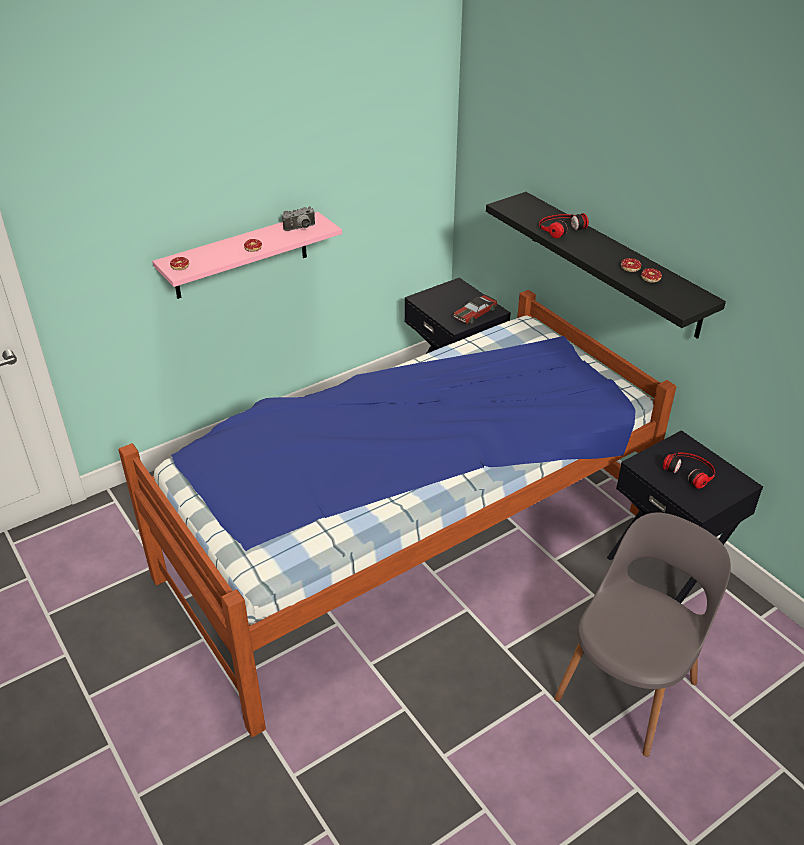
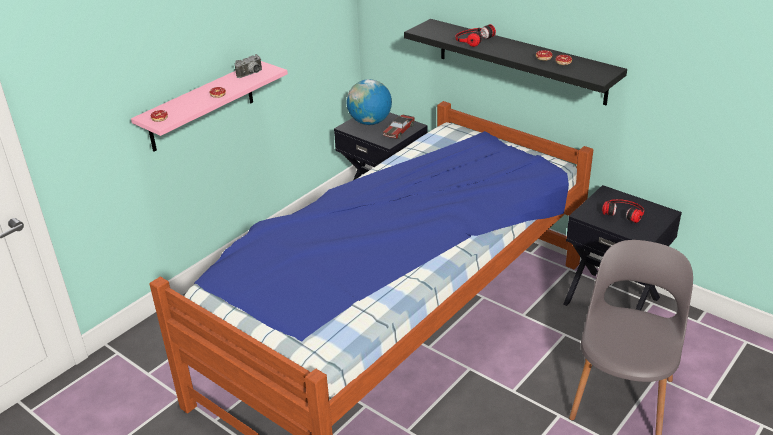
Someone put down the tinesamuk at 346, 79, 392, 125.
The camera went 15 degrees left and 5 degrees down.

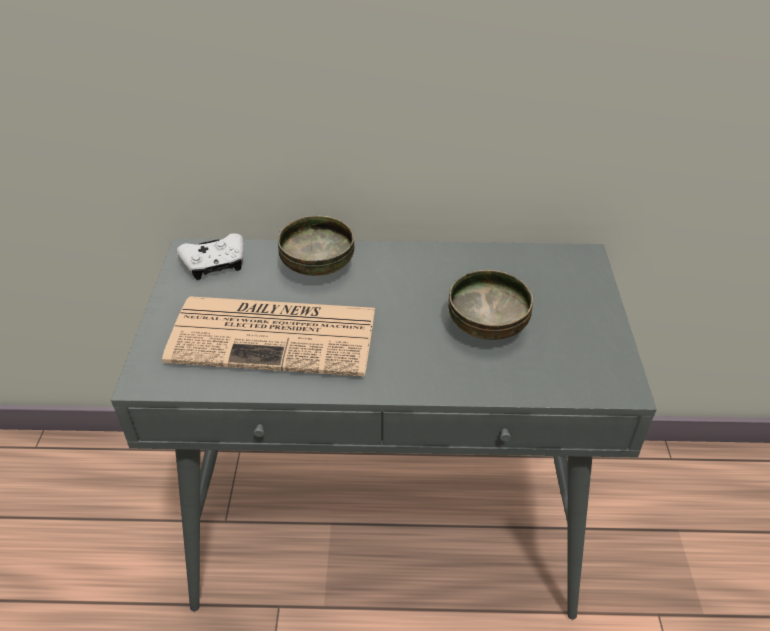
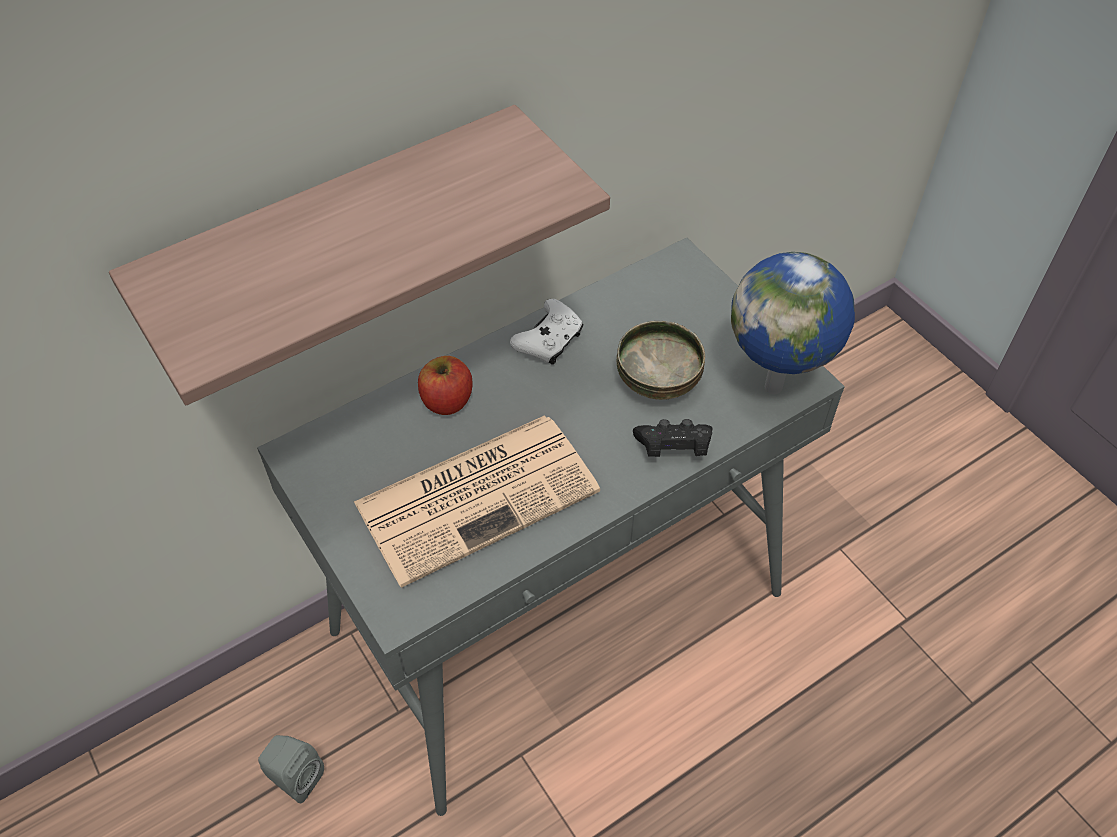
Someone put up the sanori at 109, 105, 610, 405.
Someone put down the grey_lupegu at 258, 735, 324, 803.
Someone put down the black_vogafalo at 633, 419, 712, 457.
Someone put down the tinesamuk at 731, 252, 855, 394.
Someone carried the white_vogafalo from 177, 233, 244, 280 to 510, 299, 584, 365.
Someone swapped the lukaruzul at 278, 216, 354, 276 for the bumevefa at 418, 356, 473, 415.
The camera went 35 degrees left and 10 degrees up.

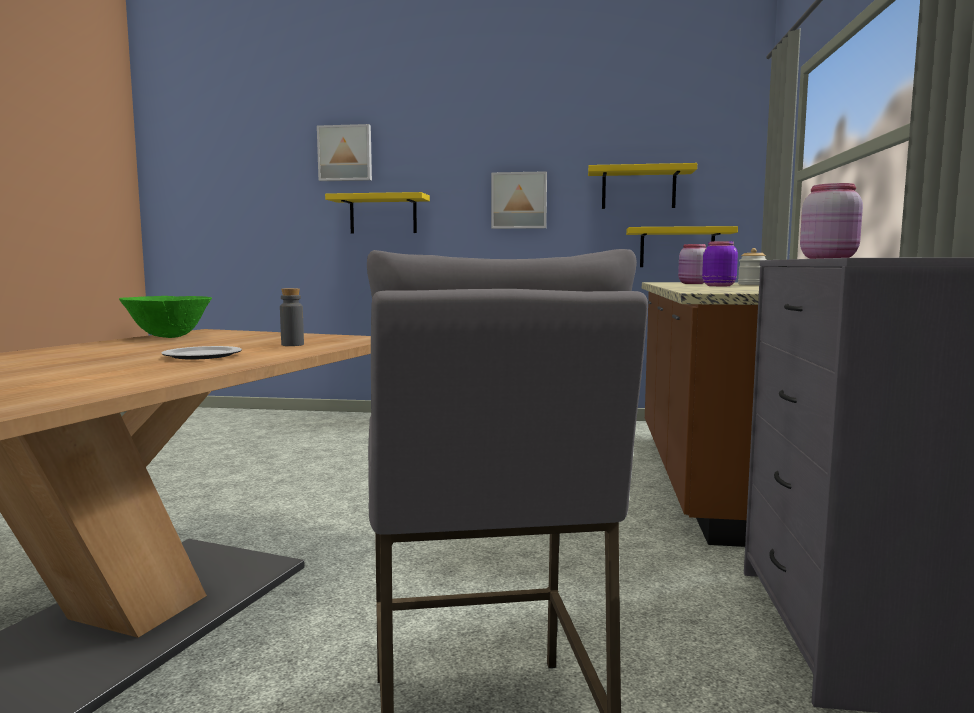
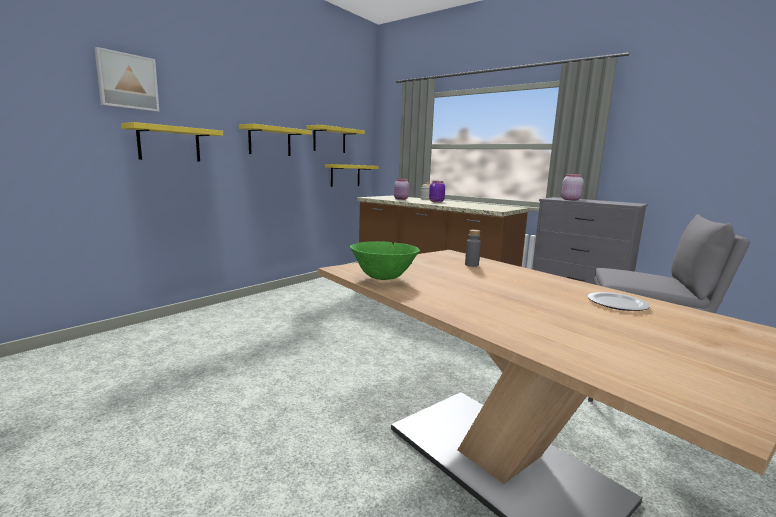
Someone carried the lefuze from 162, 346, 242, 360 to 588, 292, 650, 311.
Someone swapped the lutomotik at 491, 171, 547, 229 for the yellow_sanori at 239, 124, 312, 156.
The camera went 60 degrees left and 5 degrees up.

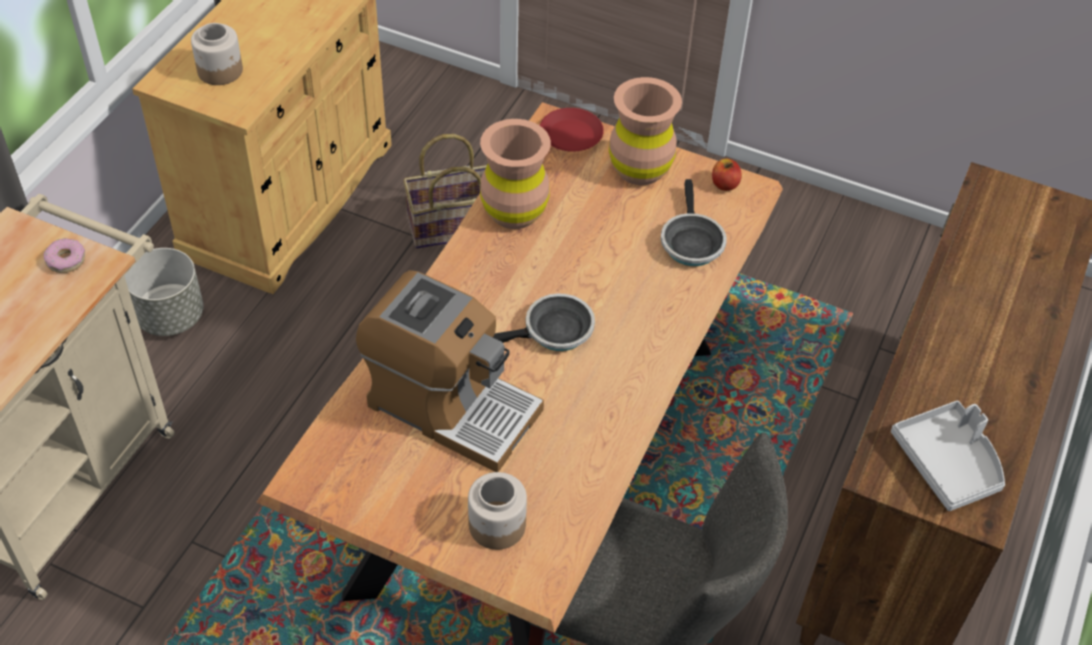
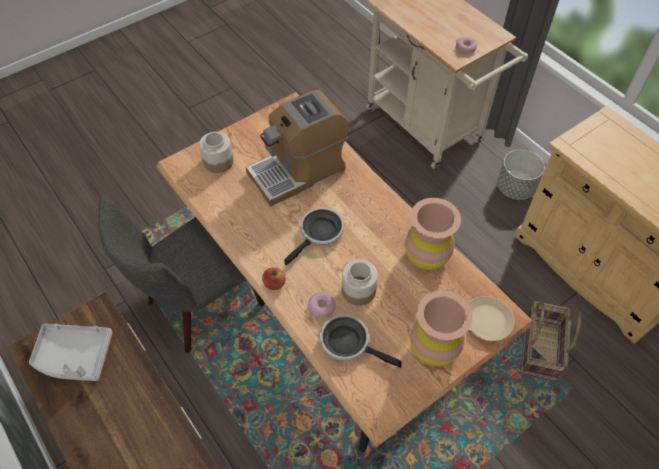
Someone put down the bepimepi at 308, 292, 336, 318.
Someone carried the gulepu from 191, 23, 243, 85 to 342, 259, 378, 306.
Someone carried the bumevefa from 712, 159, 742, 191 to 262, 268, 286, 290.
Someone repainted the red_lefuze at 540, 108, 604, 152, which became the beige_lefuze at 468, 296, 514, 341.
Someone rotated the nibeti at 493, 293, 595, 351 by 150 degrees counterclockwise.
The camera went 120 degrees right and 5 degrees up.

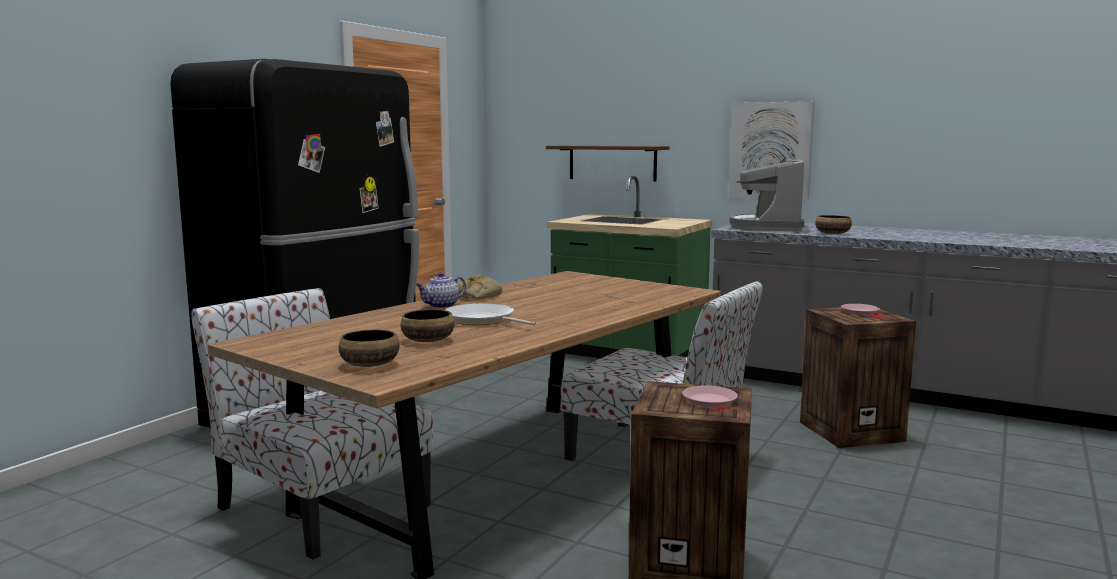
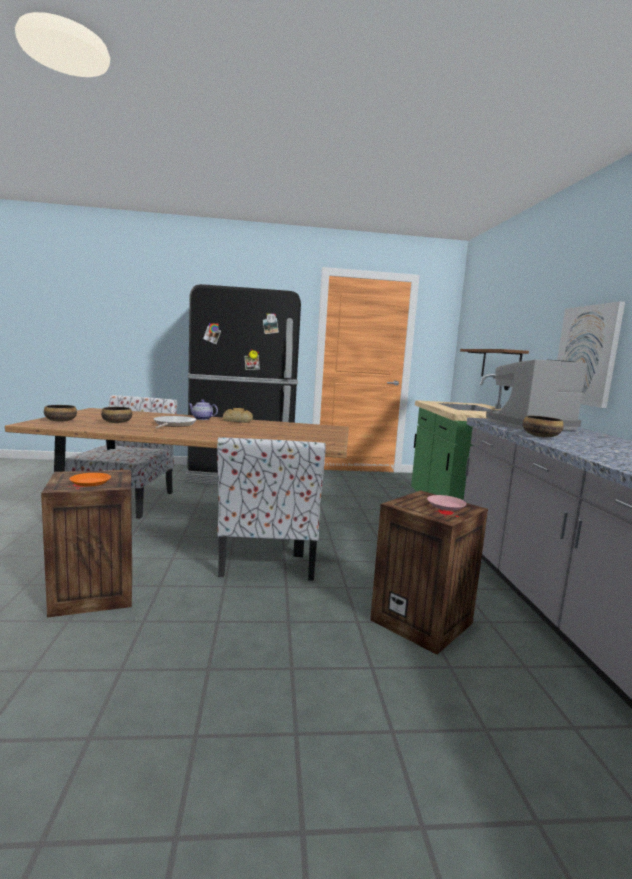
Someone repainted the pink_lefuze at 682, 386, 738, 407, which became the orange_lefuze at 69, 473, 111, 486.
The camera went 55 degrees right and 0 degrees up.

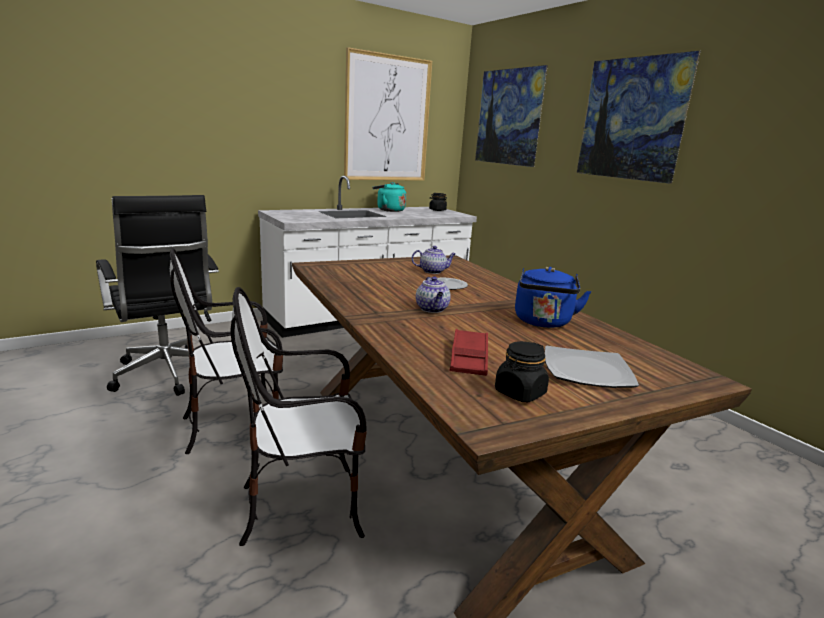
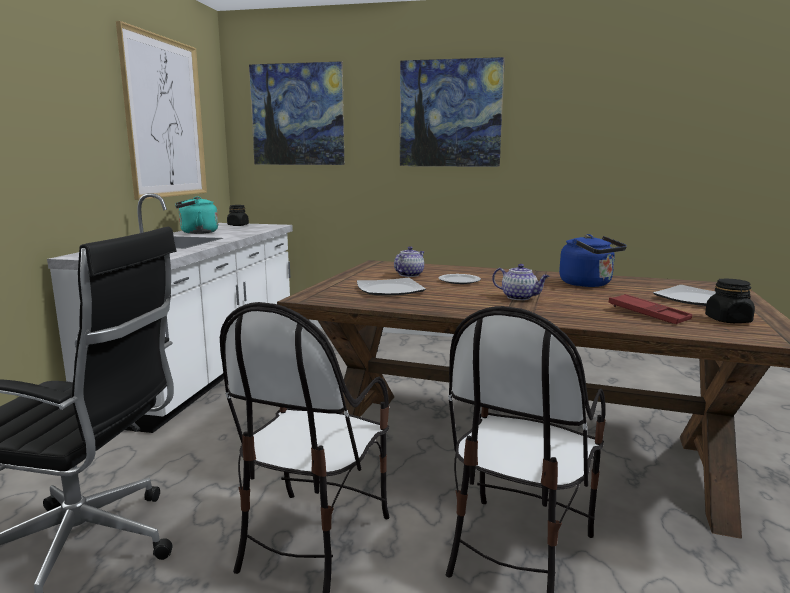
Someone put down the lefuze at 357, 278, 426, 296.
The camera went 45 degrees left and 5 degrees down.

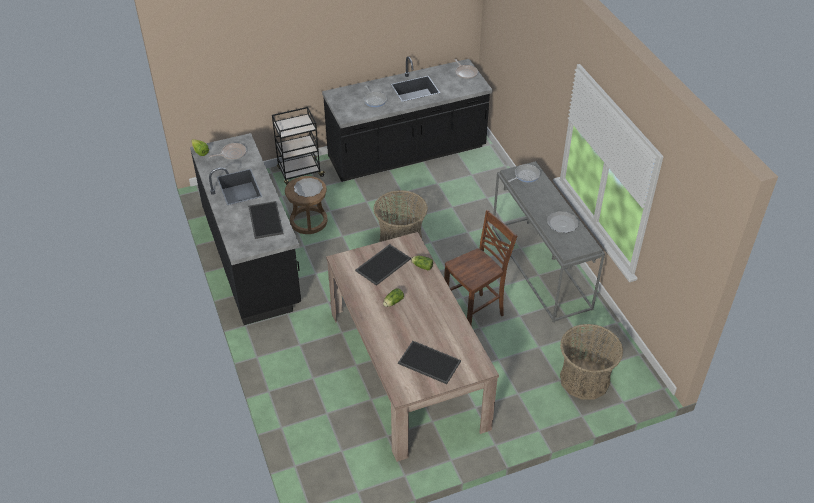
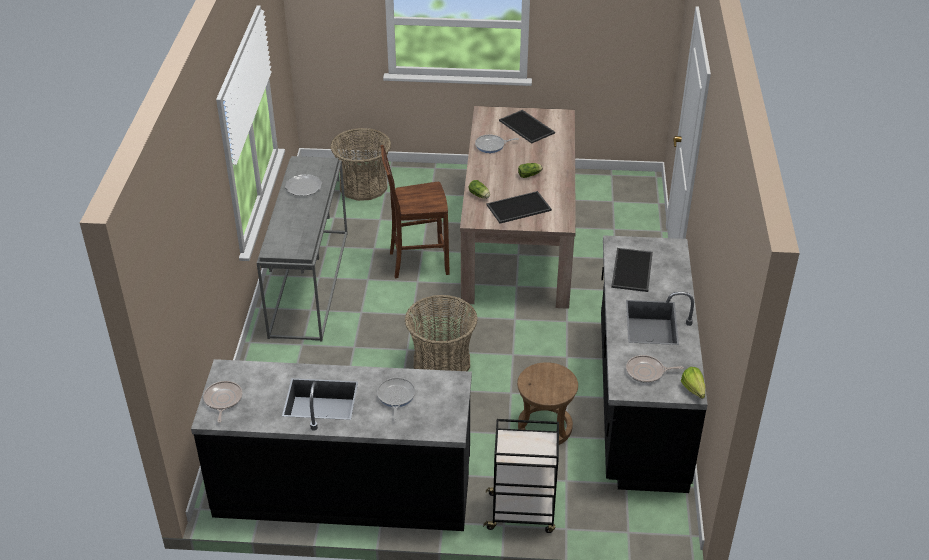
Someone took away the lefuze at 294, 178, 323, 197.
Someone carried the nibeti from 508, 164, 540, 182 to 475, 135, 519, 153.
The camera went 155 degrees left and 5 degrees down.

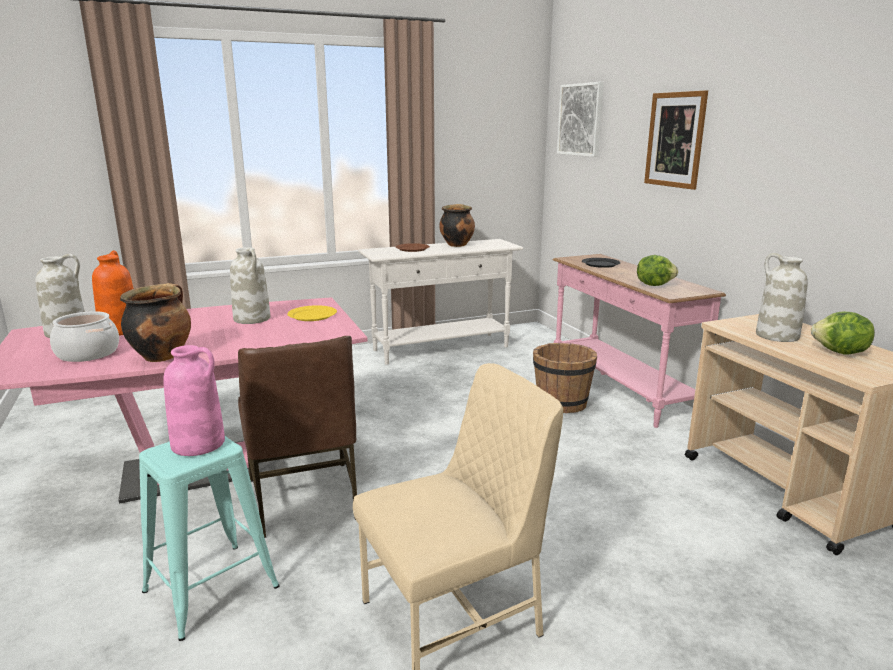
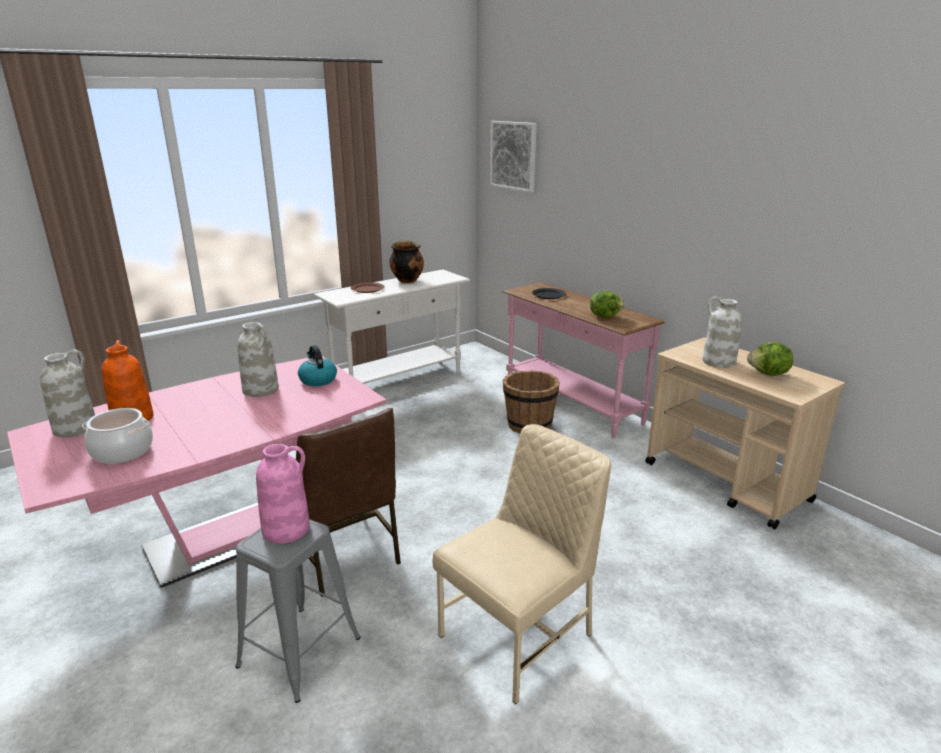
Someone took away the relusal at 120, 283, 191, 362.
Someone took away the lutomotik at 644, 90, 708, 190.
Someone swapped the yellow_lefuze at 287, 305, 337, 321 for the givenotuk at 298, 345, 337, 386.
Someone repainted the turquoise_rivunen at 139, 436, 280, 641, which became the grey_rivunen at 235, 519, 360, 703.
The camera went 15 degrees left and 5 degrees up.

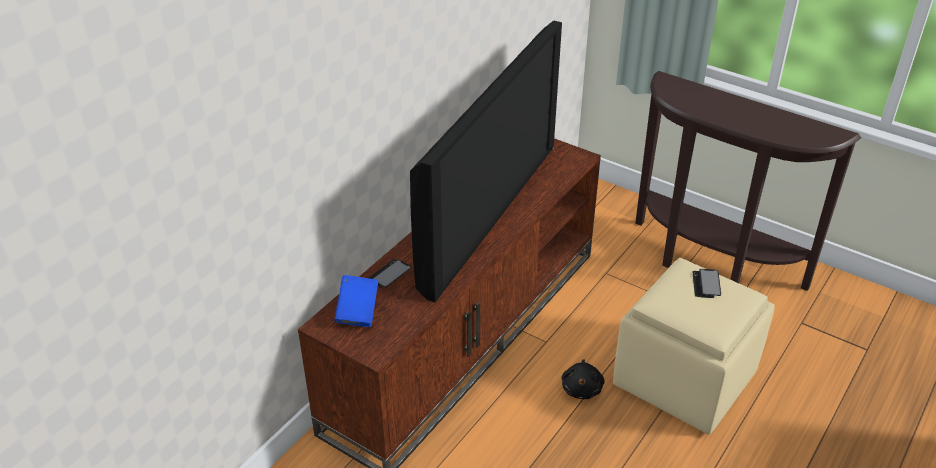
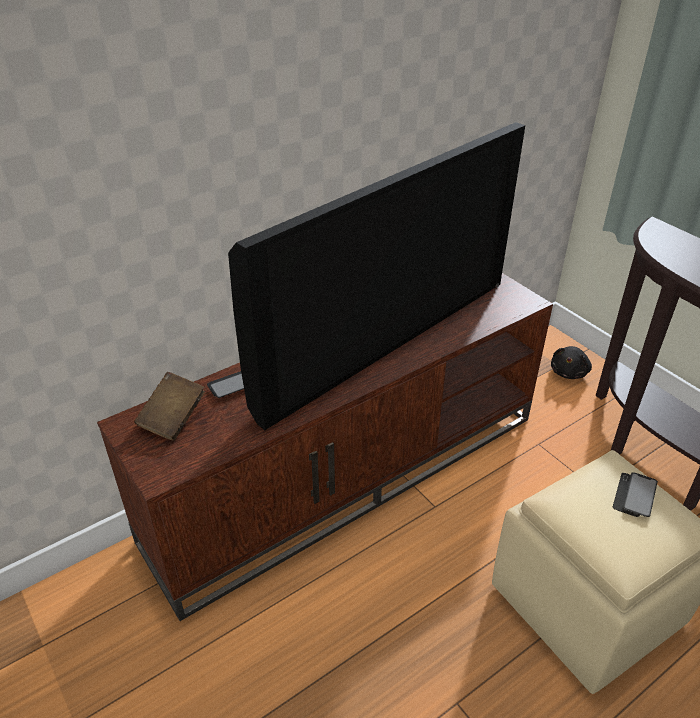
Someone carried the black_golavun from 561, 359, 605, 399 to 551, 346, 592, 379.
Someone repainted the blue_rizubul at 334, 275, 378, 327, which became the brown_rizubul at 134, 372, 205, 441.
The camera went 20 degrees right and 0 degrees up.

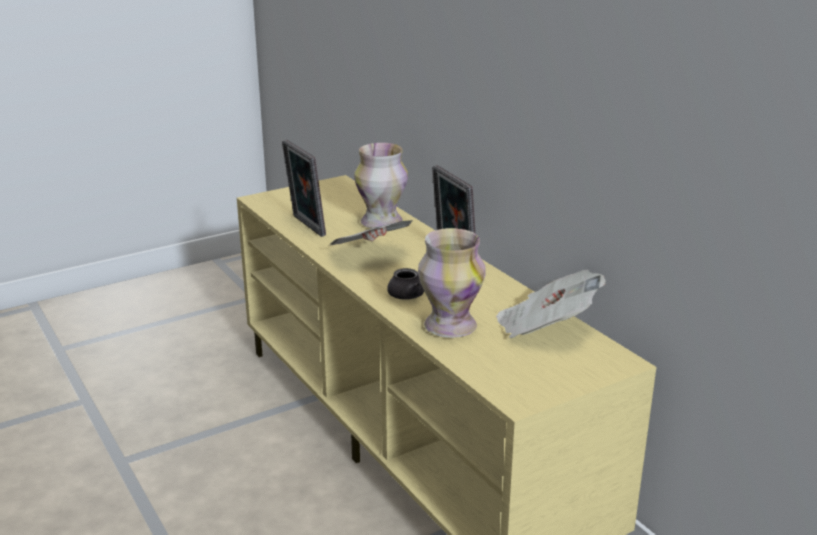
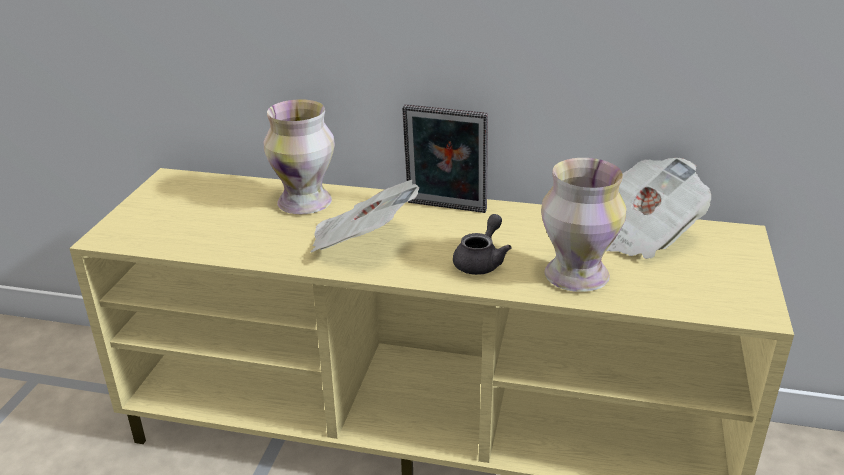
Someone took away the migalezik at 282, 140, 326, 237.
The camera went 45 degrees left and 5 degrees up.

